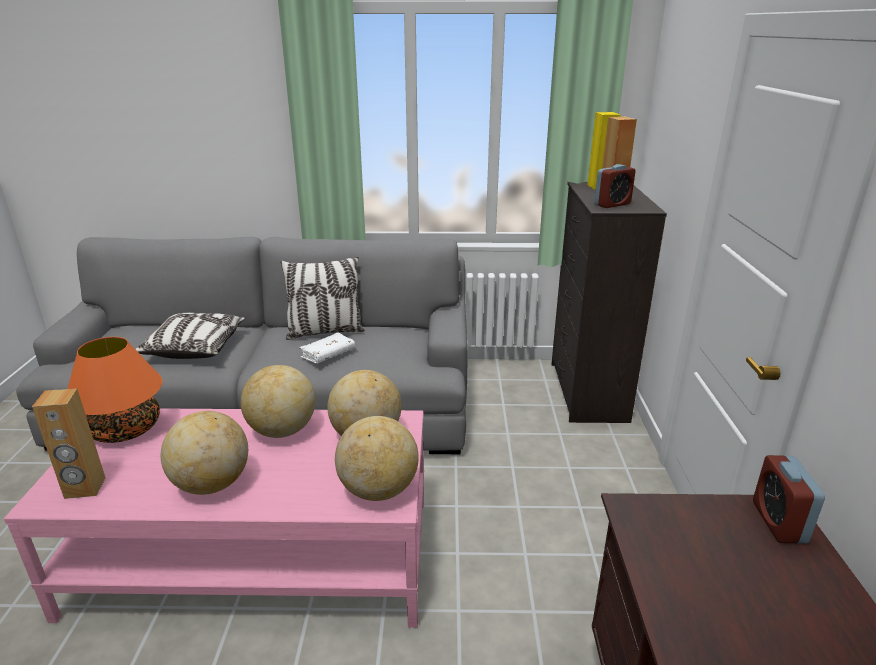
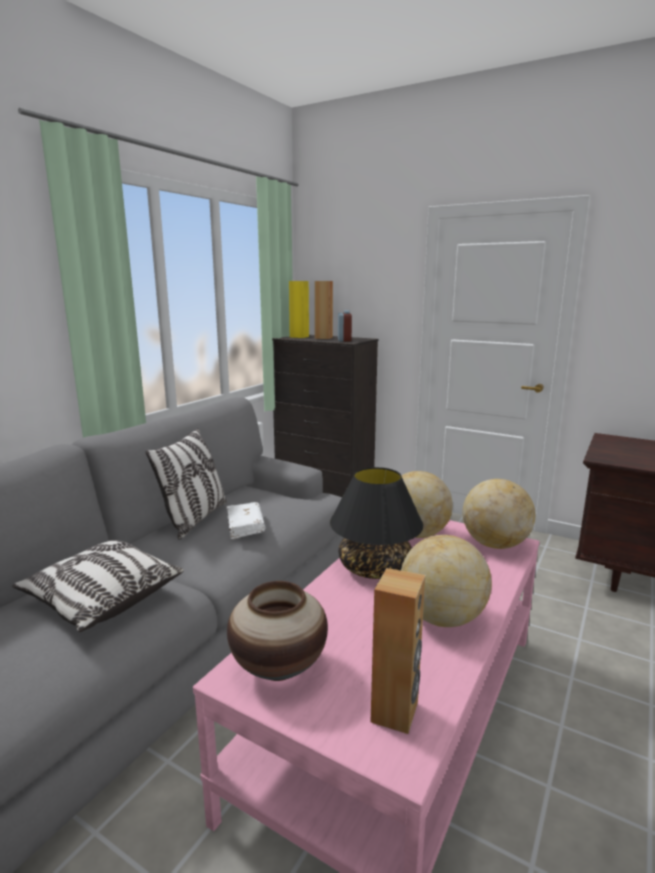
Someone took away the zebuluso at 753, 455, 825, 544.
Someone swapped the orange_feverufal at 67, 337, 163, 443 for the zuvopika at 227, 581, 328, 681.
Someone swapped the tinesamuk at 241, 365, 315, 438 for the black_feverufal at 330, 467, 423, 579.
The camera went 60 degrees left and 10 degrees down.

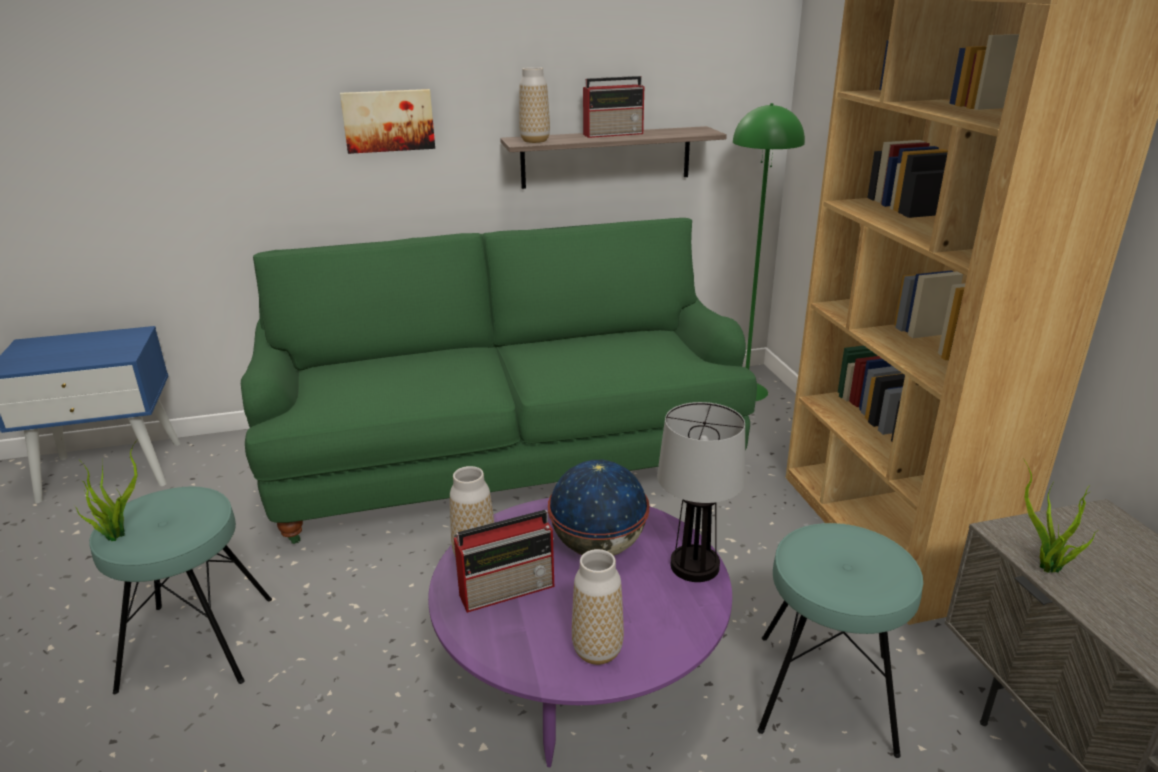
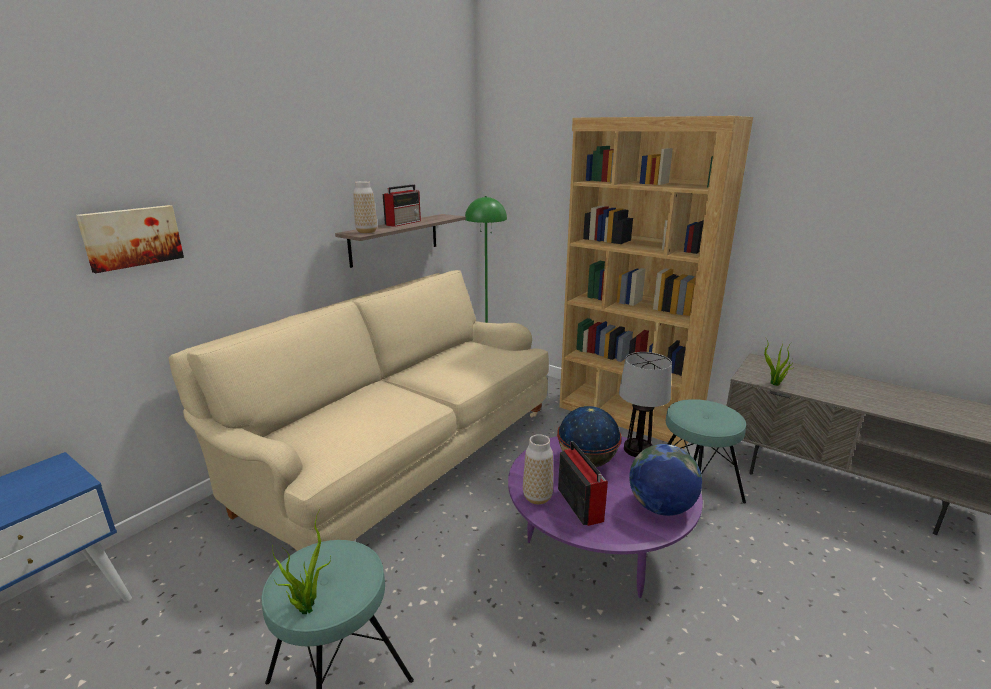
Someone carried the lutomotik from 340, 89, 435, 154 to 76, 205, 184, 273.
Someone swapped the zuvopika at 572, 549, 624, 665 for the tinesamuk at 629, 444, 702, 516.
Someone repainted the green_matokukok at 241, 218, 757, 544, which became the beige_matokukok at 169, 270, 549, 551.
Someone rotated the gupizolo at 454, 510, 554, 613 by 45 degrees counterclockwise.
The camera went 40 degrees left and 5 degrees down.

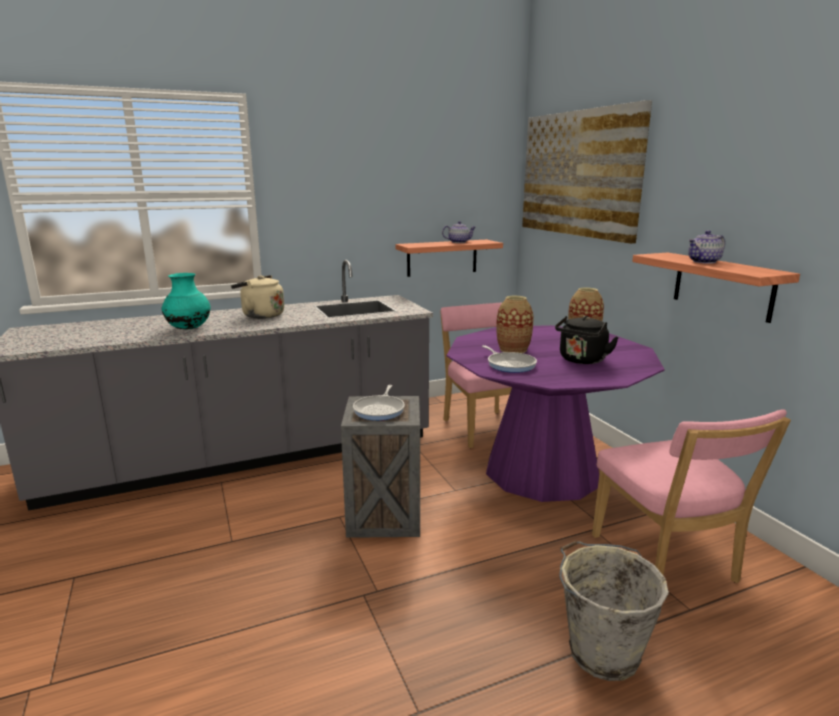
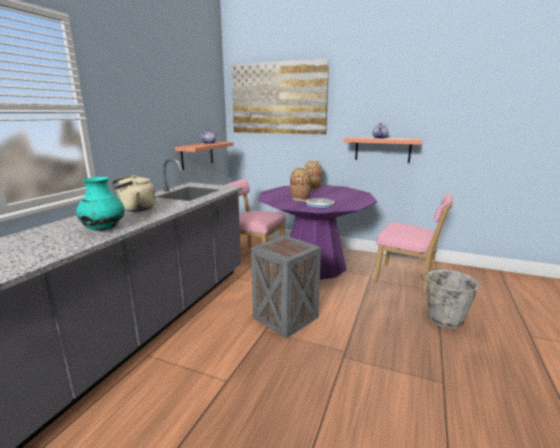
Someone took away the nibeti at 353, 385, 405, 421.
Someone took away the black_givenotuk at 555, 316, 619, 364.
The camera went 45 degrees left and 0 degrees up.

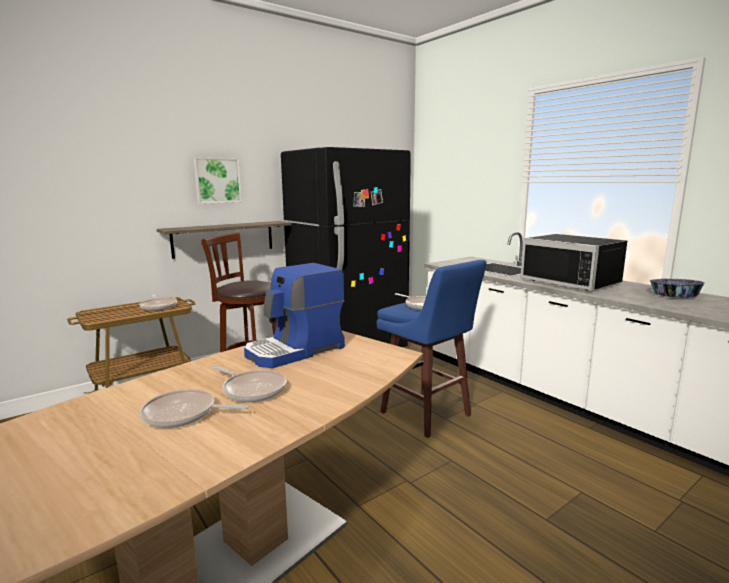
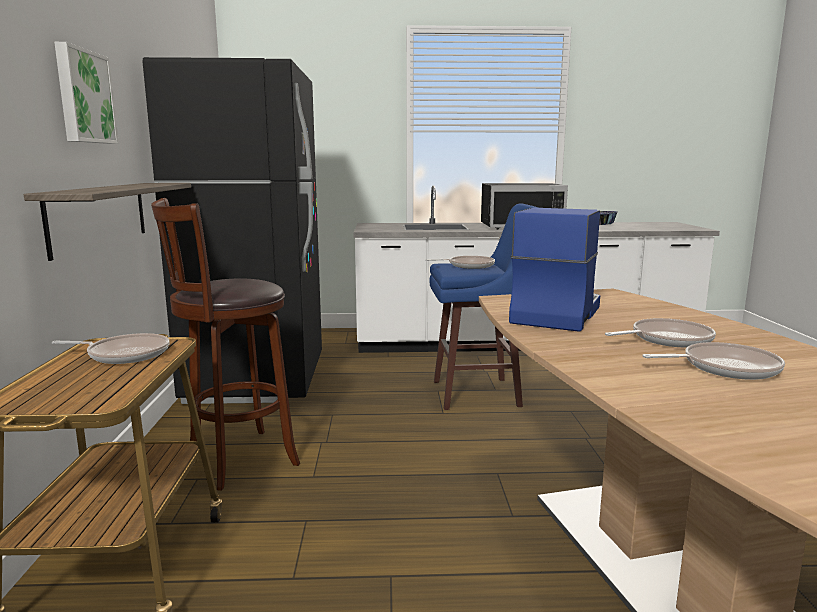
Someone rotated the nibeti at 140, 389, 249, 428 by 135 degrees counterclockwise.
Someone rotated the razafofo at 244, 263, 345, 368 by 150 degrees counterclockwise.
The camera went 55 degrees left and 0 degrees up.

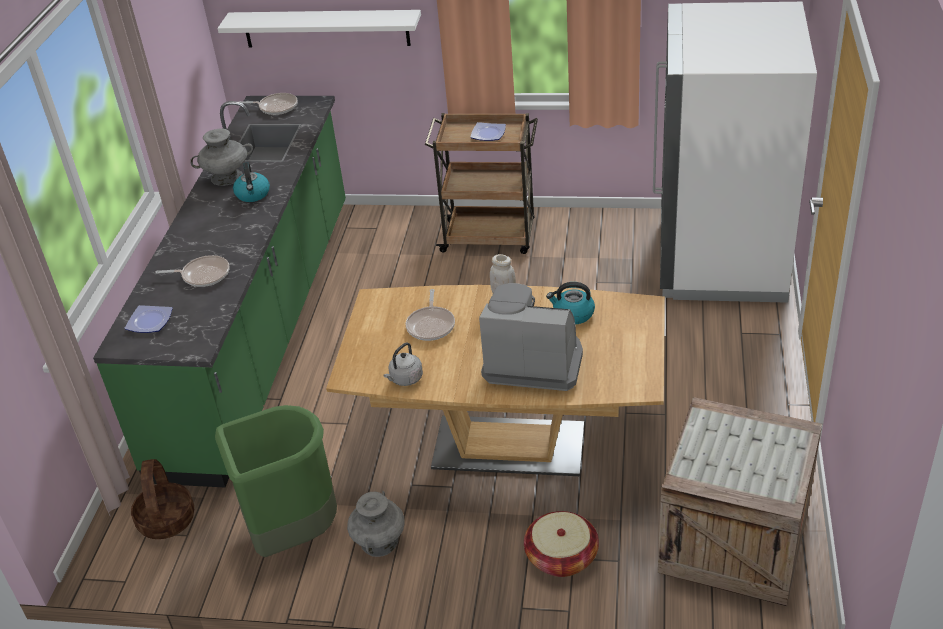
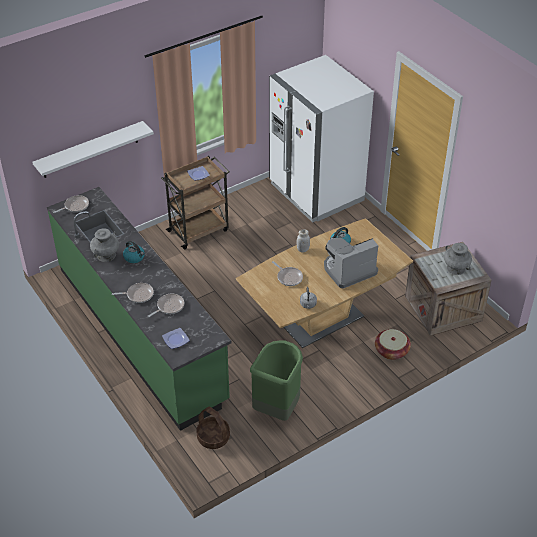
Someone put down the nibeti at 112, 283, 154, 303.
Someone carried the grey_zuvopika from 347, 491, 405, 557 to 444, 243, 472, 275.
The camera went 45 degrees left and 5 degrees up.

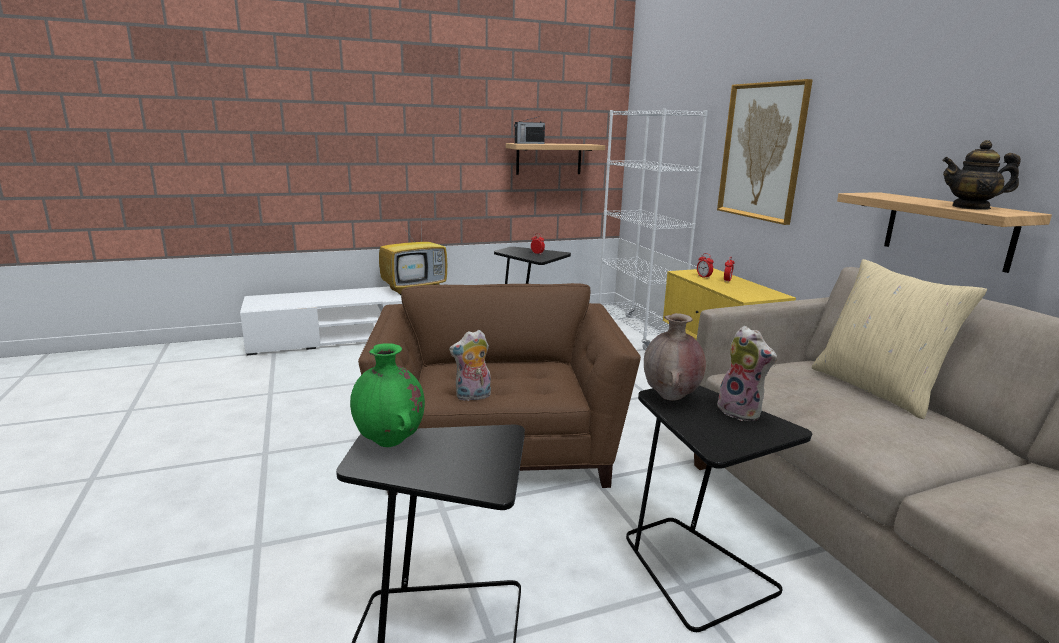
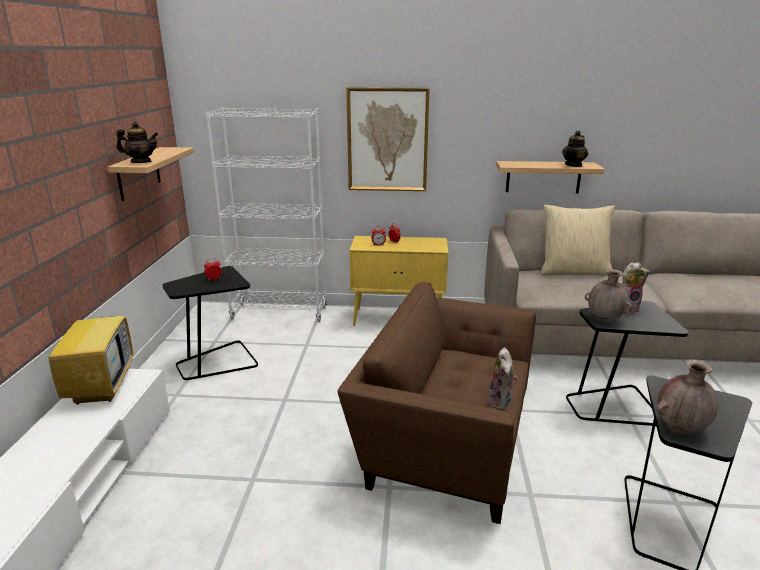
Someone swapped the gupizolo at 514, 116, 545, 144 for the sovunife at 116, 122, 158, 163.
Someone repainted the green_zuvopika at 350, 343, 425, 447, which became the brown_zuvopika at 656, 360, 718, 434.
The camera went 65 degrees left and 5 degrees up.

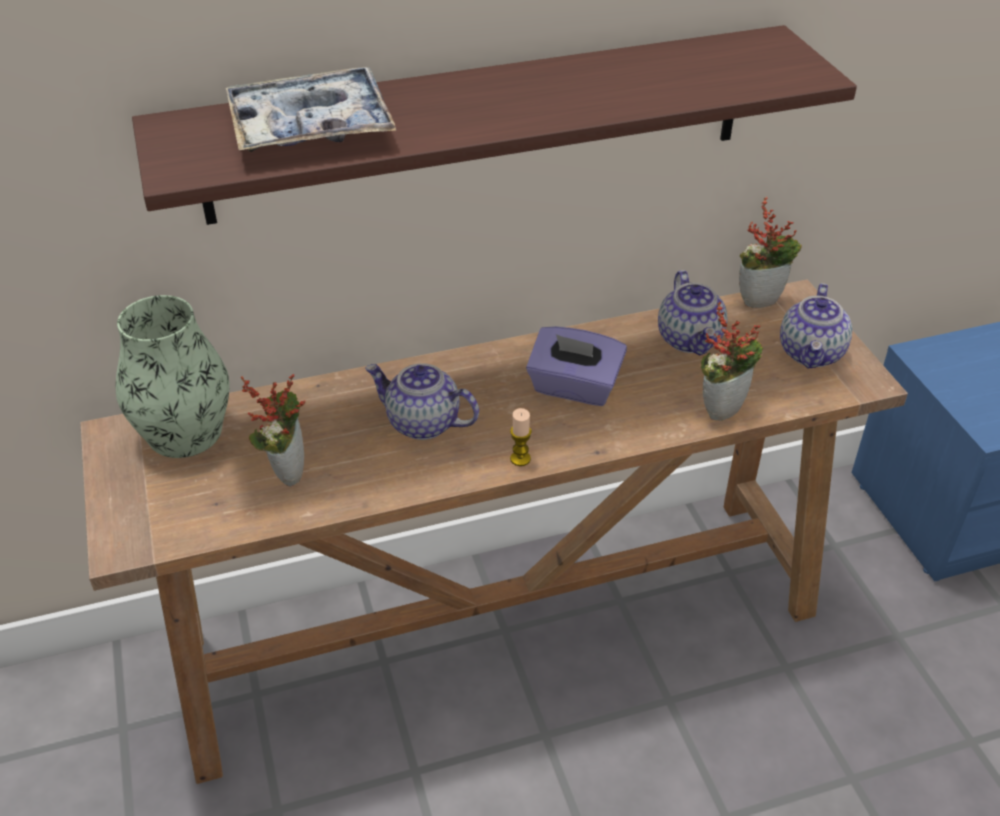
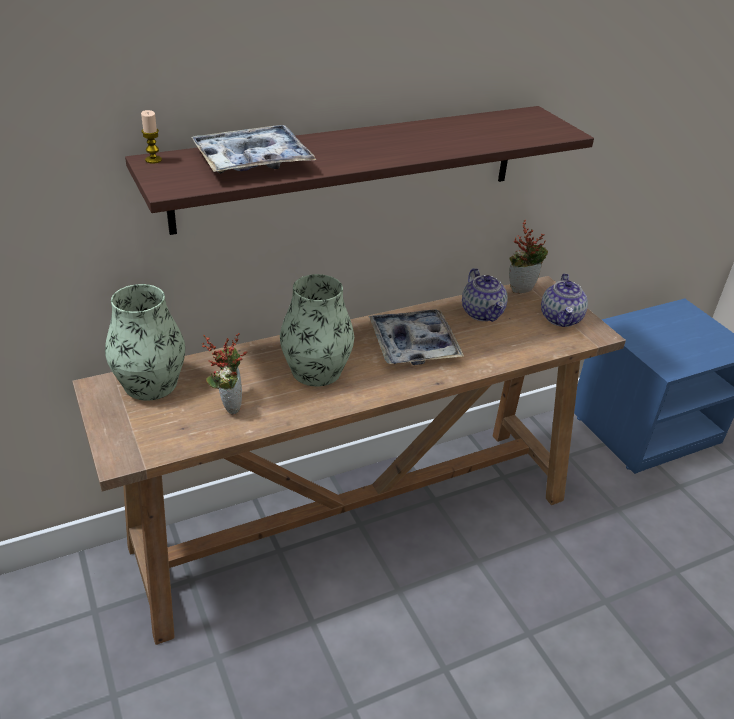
Someone took away the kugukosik at 701, 301, 763, 421.
Someone carried the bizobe from 510, 408, 532, 466 to 141, 110, 162, 164.
Someone swapped the sovunife at 365, 363, 479, 440 for the zuvopika at 280, 274, 354, 386.
Someone swapped the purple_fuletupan at 526, 326, 627, 406 for the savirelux at 369, 309, 464, 365.
The camera went 10 degrees left and 5 degrees down.

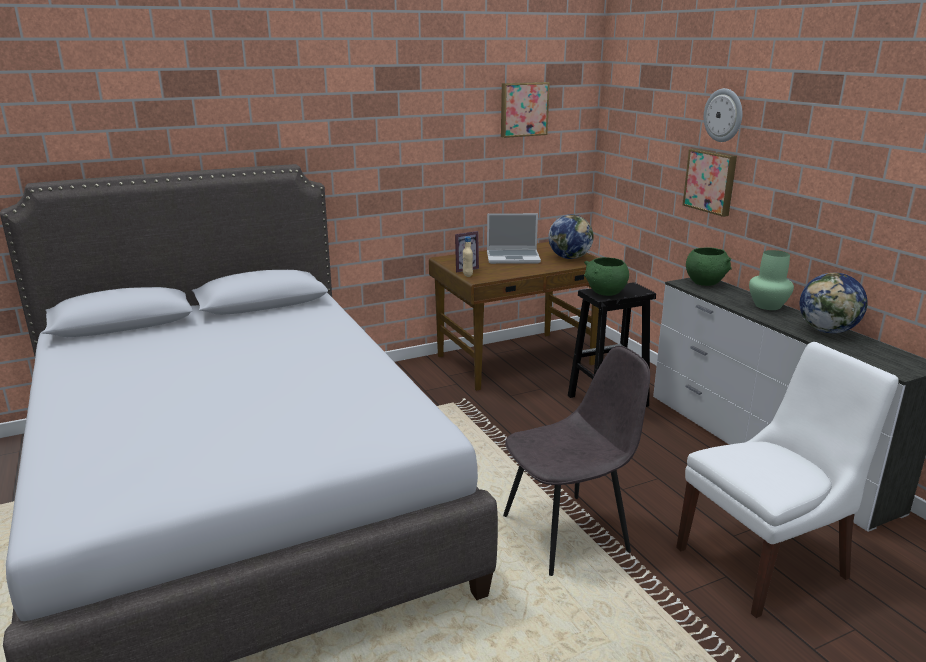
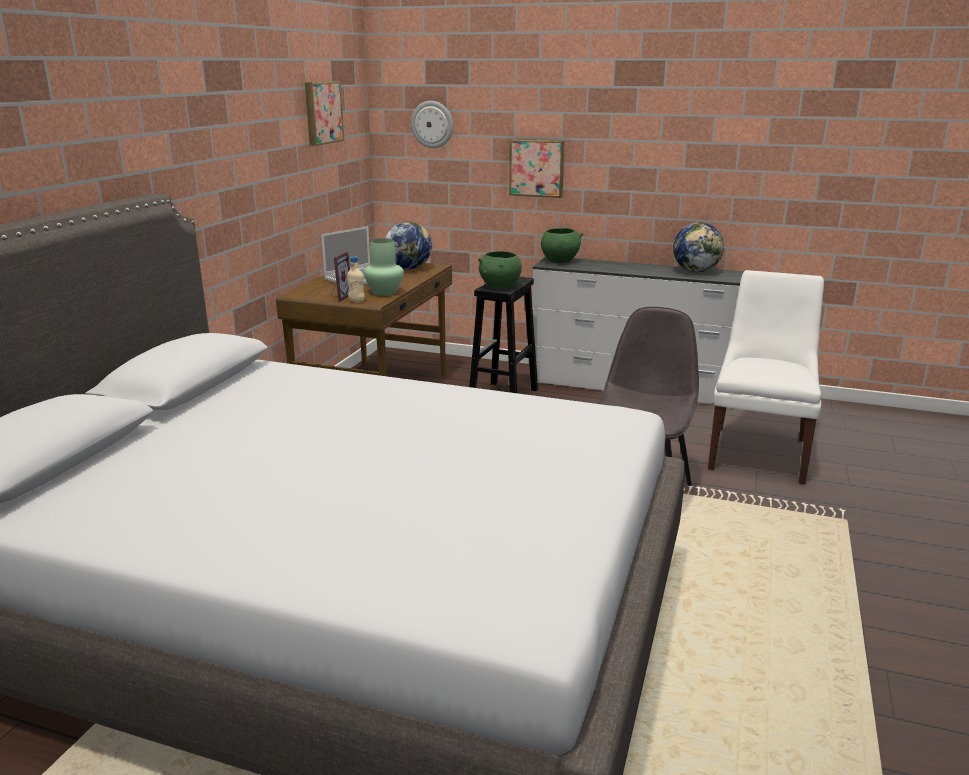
Someone carried the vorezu from 704, 88, 742, 142 to 411, 101, 453, 148.
Someone carried the green_zuvopika from 749, 250, 794, 310 to 364, 239, 404, 296.
The camera went 45 degrees left and 0 degrees up.

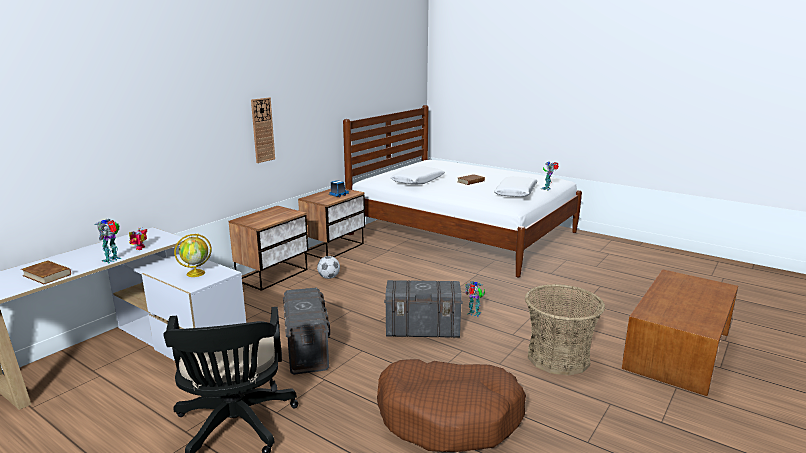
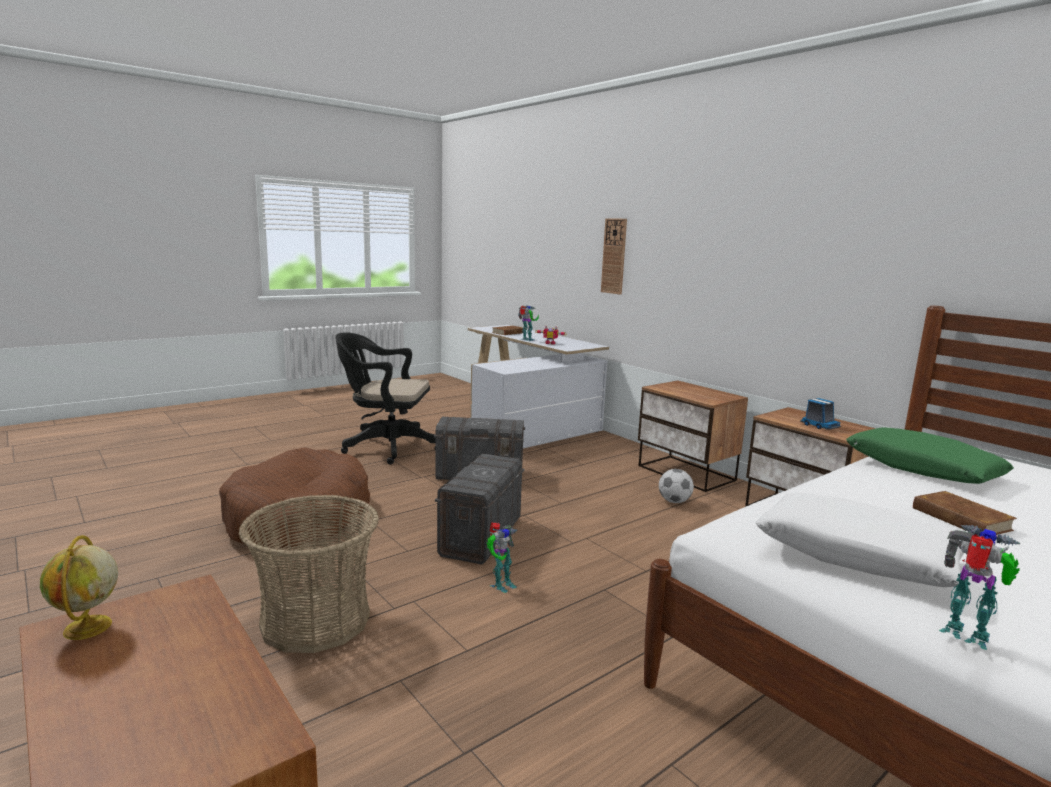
Someone carried the tinesamuk from 174, 234, 212, 277 to 40, 535, 118, 640.
Someone carried the vorezu from 251, 97, 275, 163 to 601, 218, 627, 295.
Someone repainted the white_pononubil at 391, 167, 445, 184, which became the green_pononubil at 846, 427, 1014, 484.
The camera went 105 degrees right and 5 degrees down.

